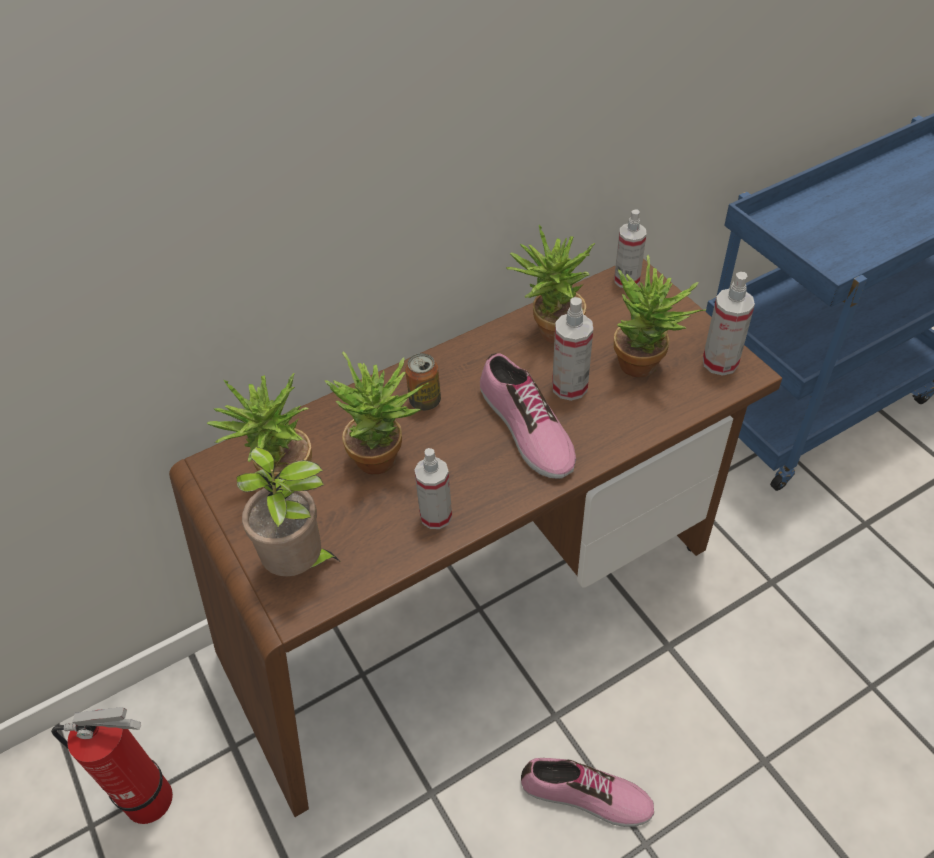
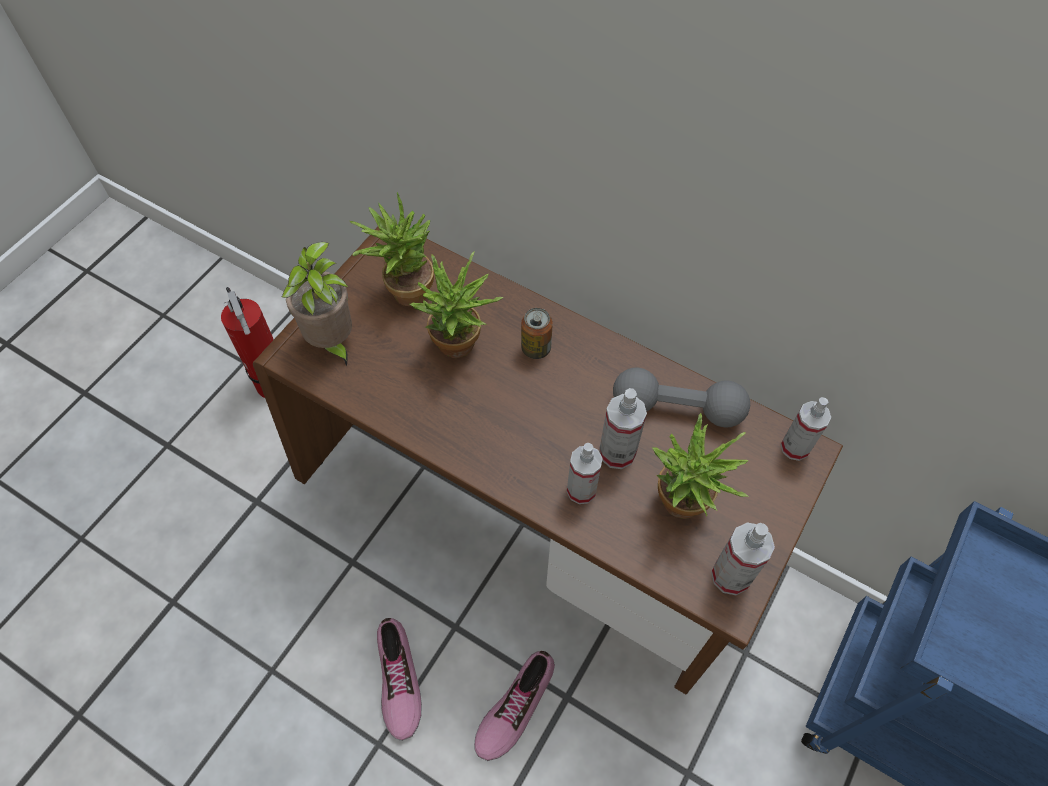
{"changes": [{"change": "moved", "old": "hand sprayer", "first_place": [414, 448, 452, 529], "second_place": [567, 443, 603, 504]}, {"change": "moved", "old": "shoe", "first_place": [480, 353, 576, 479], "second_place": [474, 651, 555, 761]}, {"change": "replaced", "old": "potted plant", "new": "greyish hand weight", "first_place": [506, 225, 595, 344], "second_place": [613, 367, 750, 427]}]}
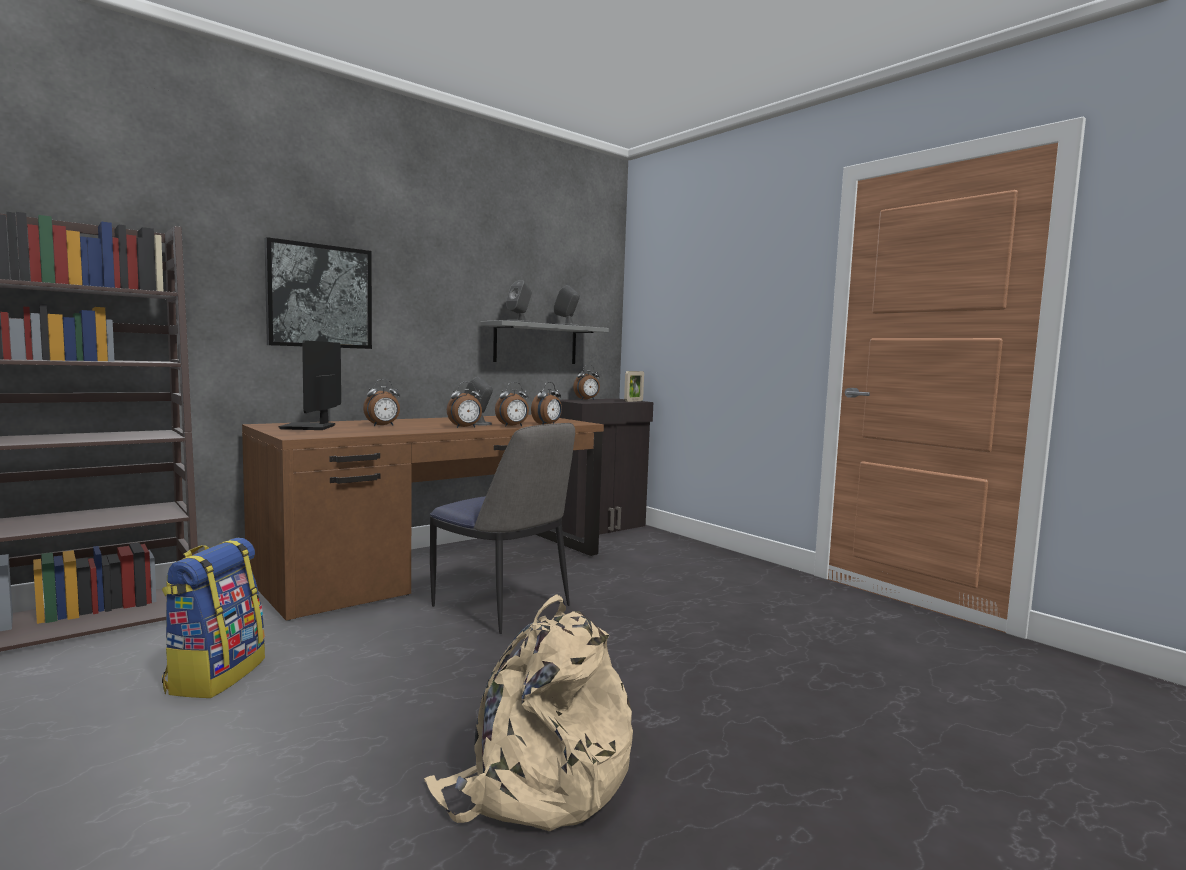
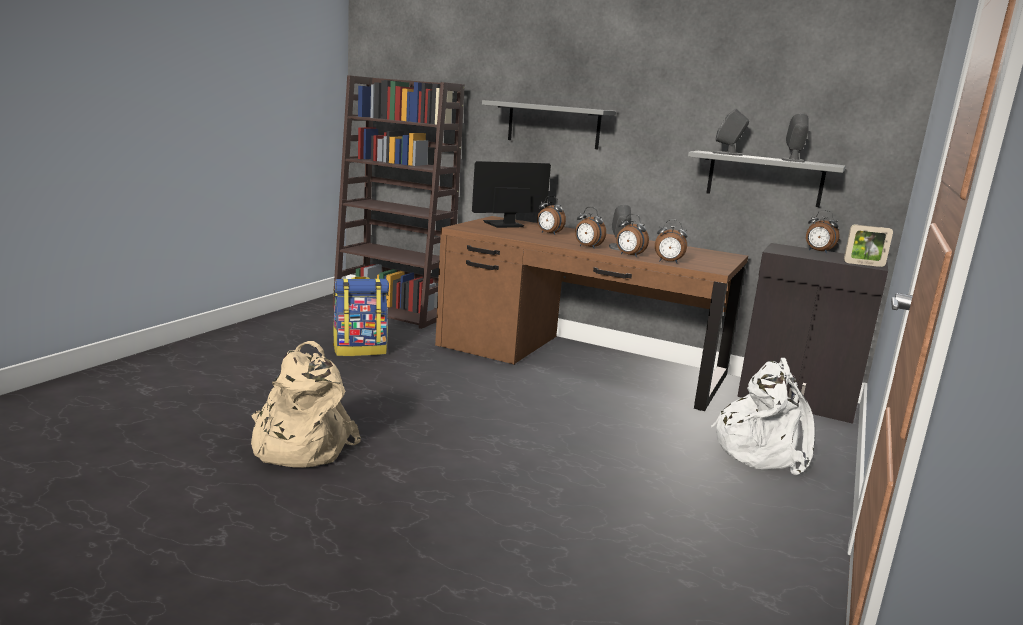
{"changes": [{"change": "replaced", "old": "wall art", "new": "greyish wall shelf", "first_place": [265, 237, 372, 349], "second_place": [482, 100, 616, 149]}, {"change": "removed", "old": "upright chair", "first_place": [430, 423, 575, 634]}, {"change": "added", "new": "whitish knapsack", "second_place": [711, 358, 815, 475]}]}
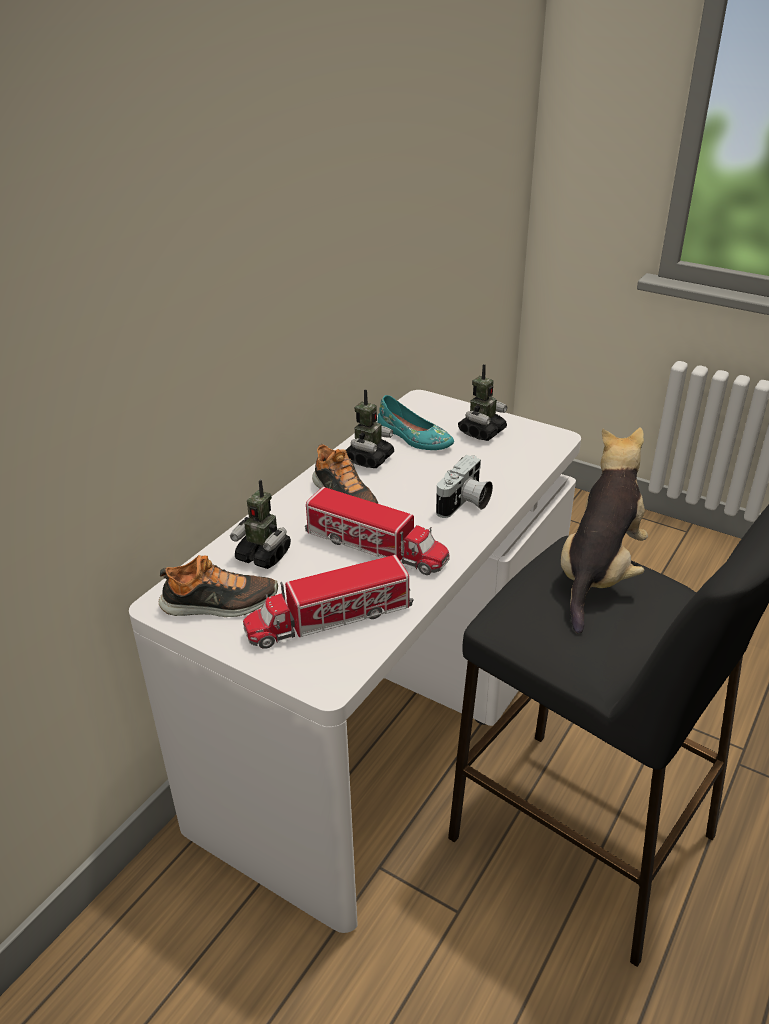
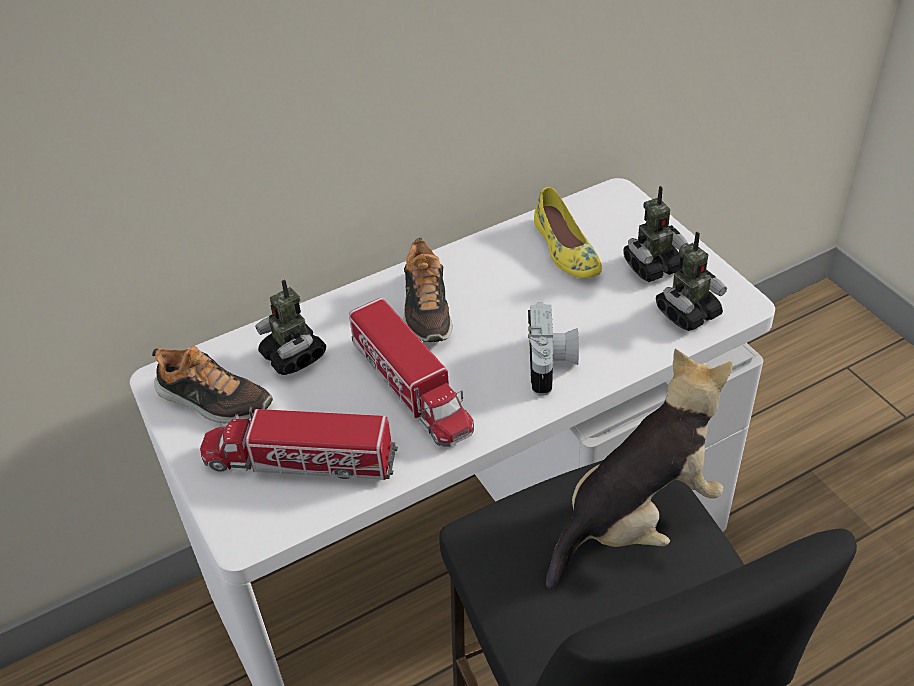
{"changes": [{"change": "moved", "old": "model robot", "first_place": [346, 389, 394, 468], "second_place": [656, 232, 727, 331]}, {"change": "recoloured", "old": "turquoise-coloured shoe", "new": "yellowish shoe", "first_place": [377, 395, 454, 450], "second_place": [534, 187, 602, 278]}, {"change": "turned", "old": "still camera", "first_place": [436, 455, 493, 518], "second_place": [528, 302, 579, 396], "degrees": -60}]}
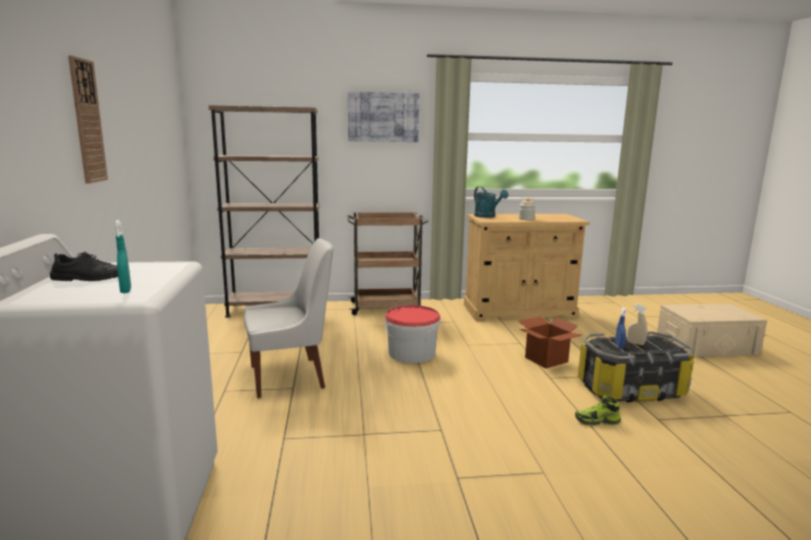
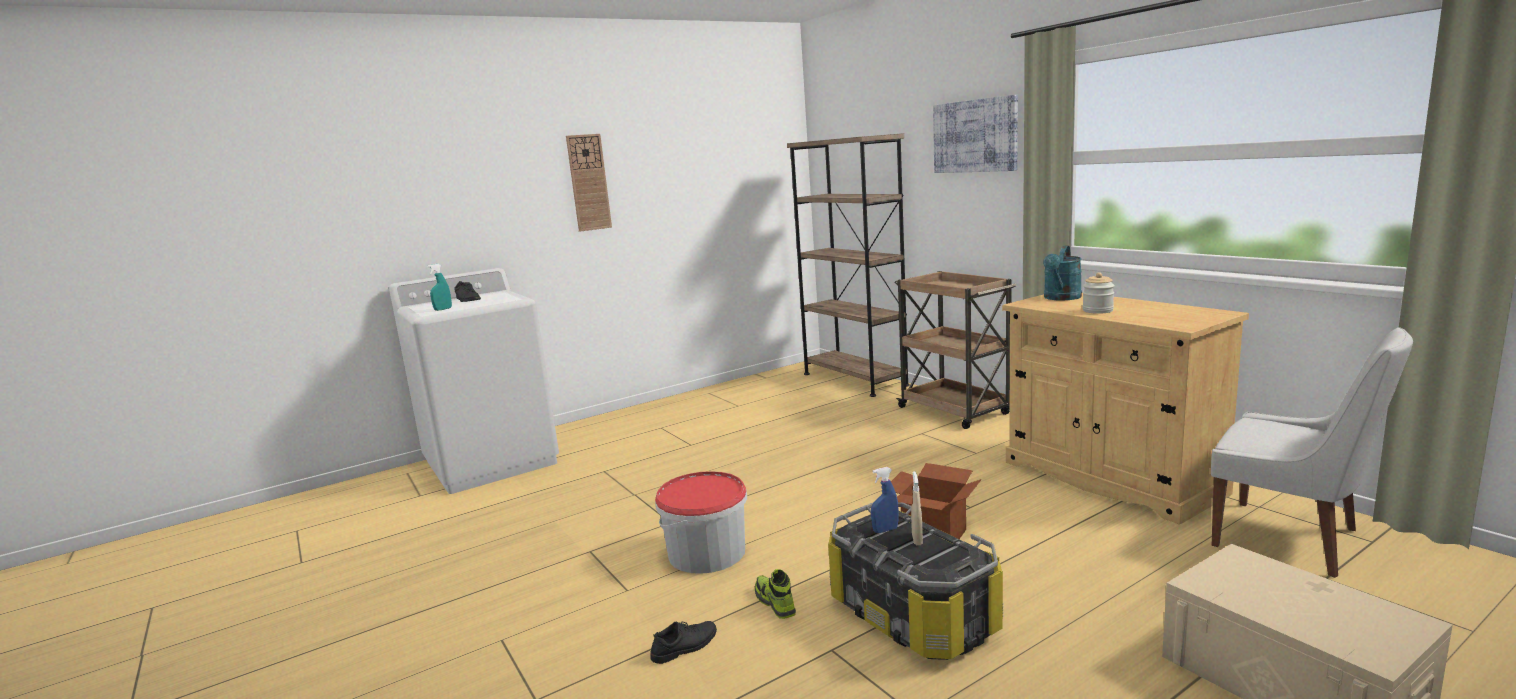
{"changes": [{"change": "moved", "old": "whitish upright chair", "first_place": [244, 238, 333, 398], "second_place": [1211, 327, 1413, 578]}, {"change": "moved", "old": "pail", "first_place": [385, 305, 441, 363], "second_place": [655, 471, 747, 574]}, {"change": "added", "new": "blackish shoe", "second_place": [650, 621, 717, 664]}]}
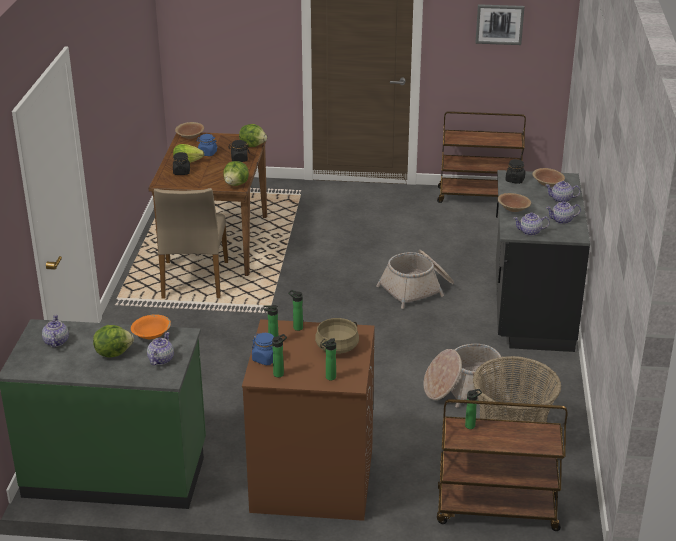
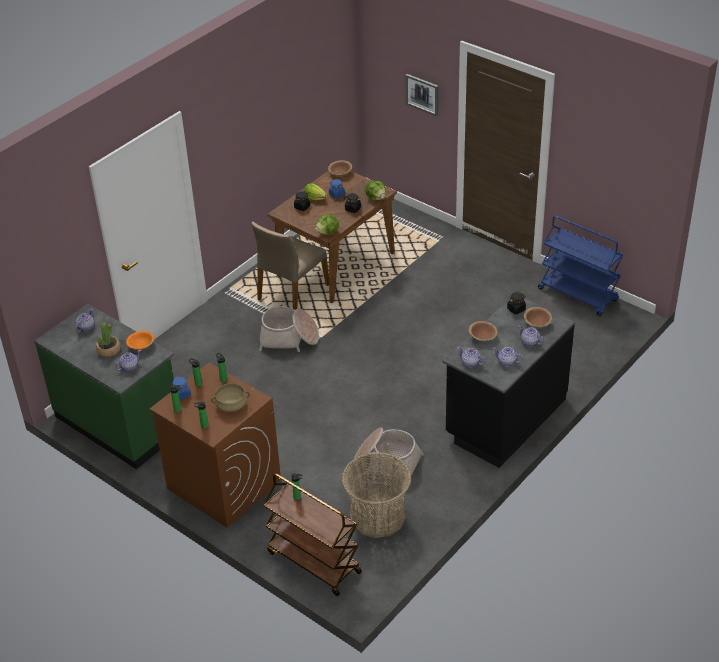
{"changes": [{"change": "replaced", "old": "lettuce head", "new": "potted plant", "first_place": [93, 325, 134, 358], "second_place": [96, 323, 120, 357]}, {"change": "moved", "old": "household basket", "first_place": [377, 250, 454, 309], "second_place": [259, 306, 319, 352]}, {"change": "recoloured", "old": "brown wheeled cart", "new": "blue-coloured wheeled cart", "first_place": [437, 111, 526, 203], "second_place": [538, 216, 623, 316]}, {"change": "moved", "old": "wall art", "first_place": [476, 4, 524, 45], "second_place": [406, 74, 439, 116]}]}
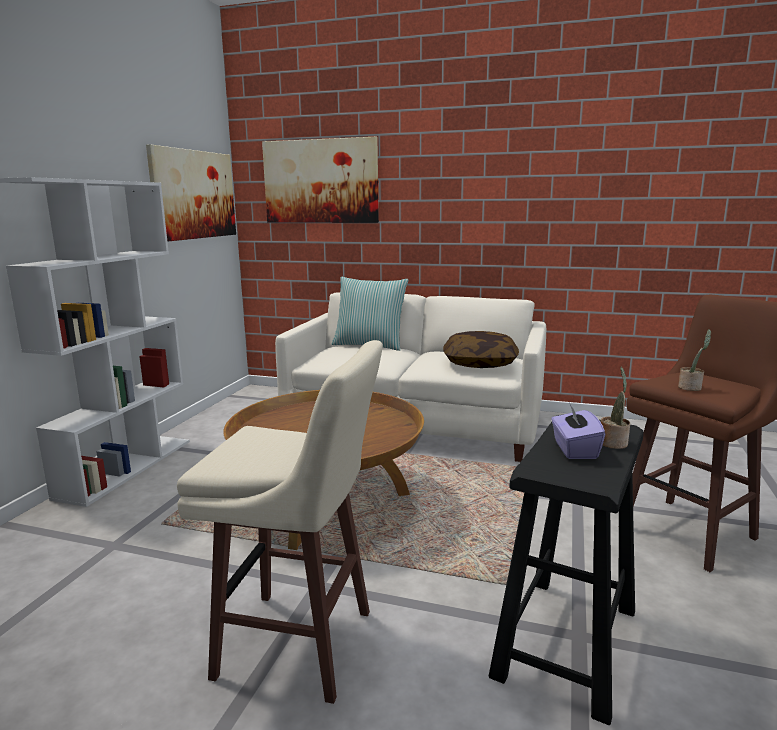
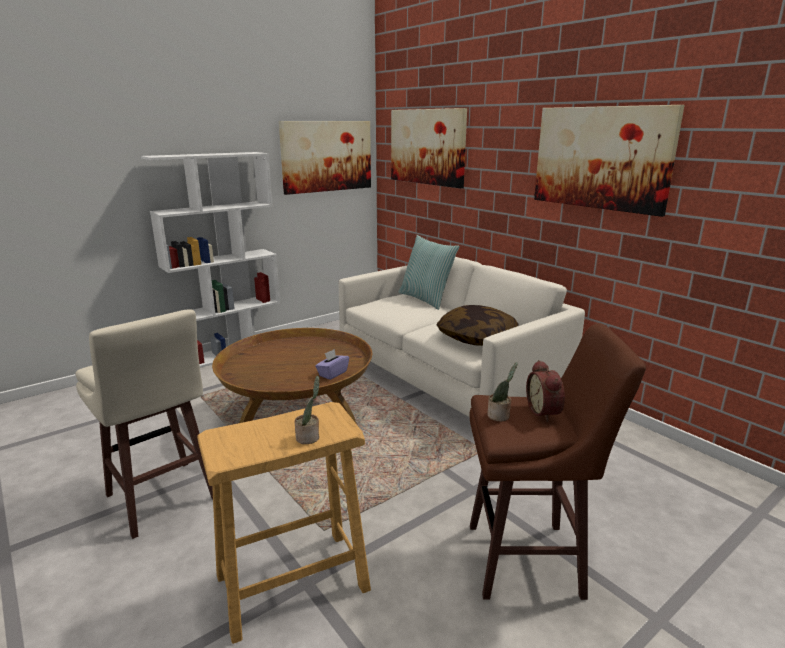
{"changes": [{"change": "recoloured", "old": "blackish sitting stool", "new": "sand-coloured sitting stool", "first_place": [488, 415, 644, 725], "second_place": [197, 402, 371, 644]}, {"change": "moved", "old": "purple-coloured box of tissues", "first_place": [551, 402, 605, 459], "second_place": [315, 349, 349, 380]}, {"change": "added", "new": "alarm clock", "second_place": [526, 360, 565, 422]}, {"change": "added", "new": "wall art", "second_place": [534, 105, 684, 217]}]}
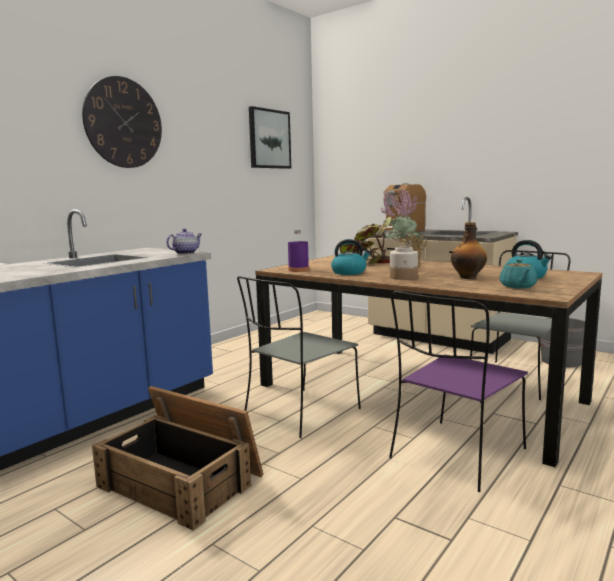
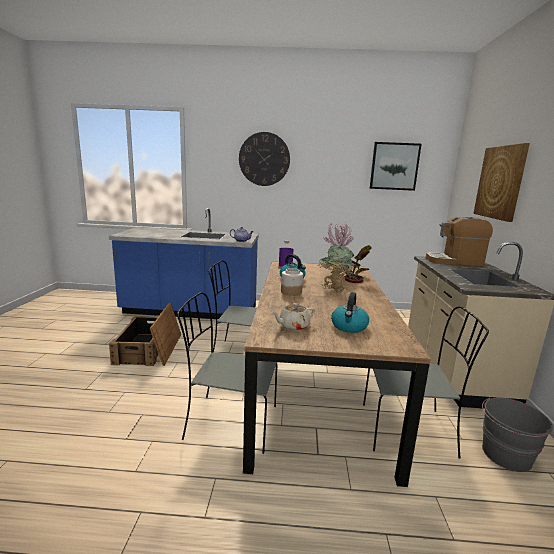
{"changes": [{"change": "recoloured", "old": "purple-coloured upright chair", "new": "greyish upright chair", "first_place": [389, 291, 528, 492], "second_place": [177, 292, 277, 454]}, {"change": "removed", "old": "bottle", "first_place": [451, 222, 487, 279]}, {"change": "recoloured", "old": "turquoise-coloured tea pot", "new": "sand-coloured tea pot", "first_place": [499, 259, 538, 289], "second_place": [271, 303, 315, 331]}, {"change": "added", "new": "wall art", "second_place": [473, 143, 530, 222]}]}
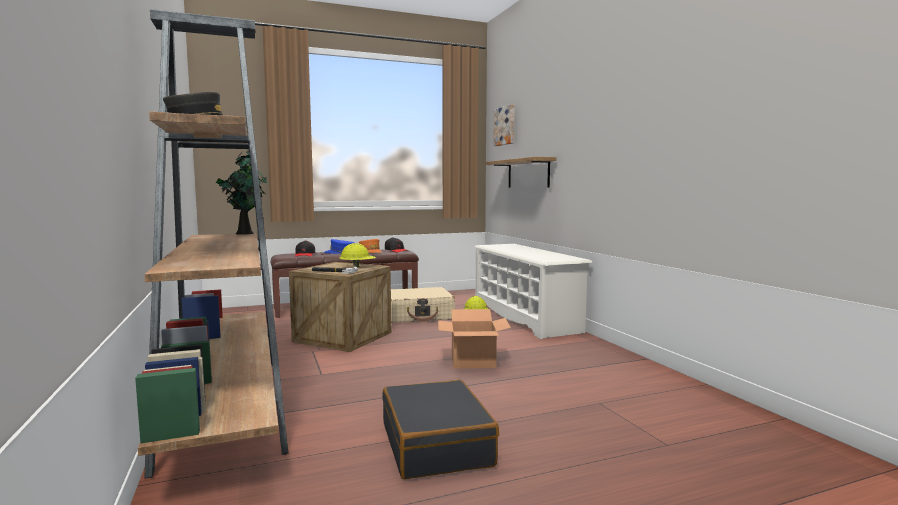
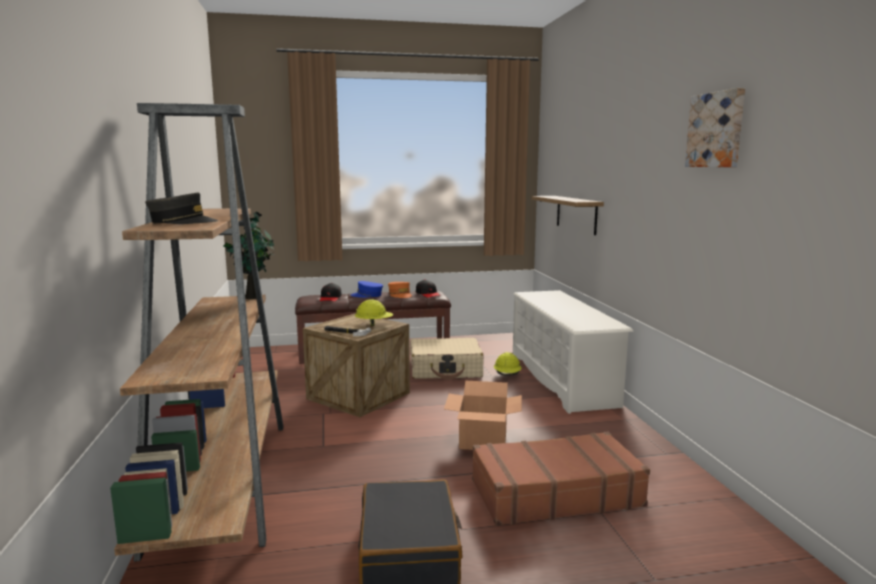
{"changes": [{"change": "moved", "old": "wall art", "first_place": [493, 104, 514, 146], "second_place": [685, 88, 745, 167]}, {"change": "added", "new": "brown piece of luggage", "second_place": [472, 432, 650, 526]}]}
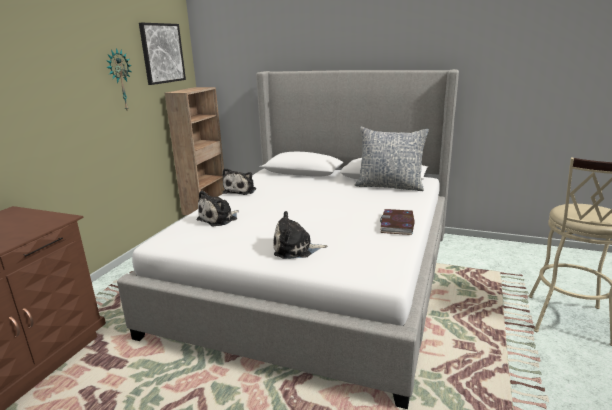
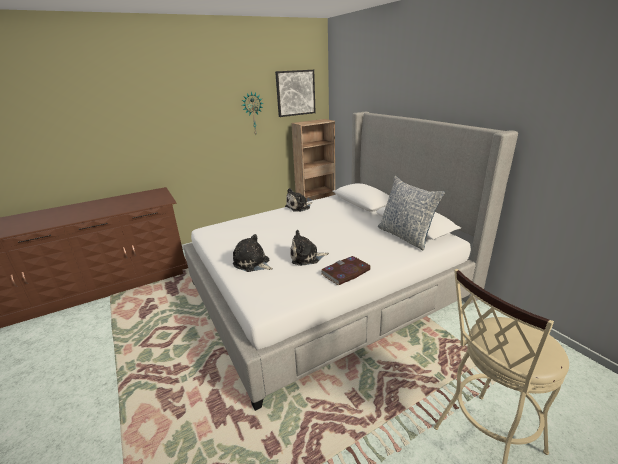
{"changes": [{"change": "moved", "old": "plush toy", "first_place": [196, 191, 239, 227], "second_place": [290, 230, 329, 266]}]}
